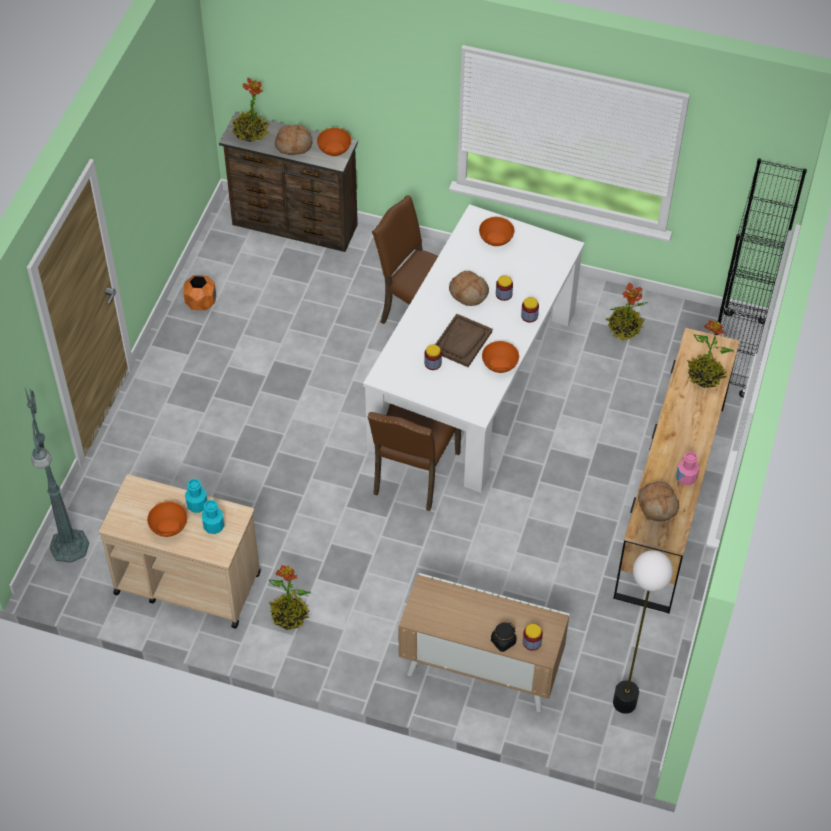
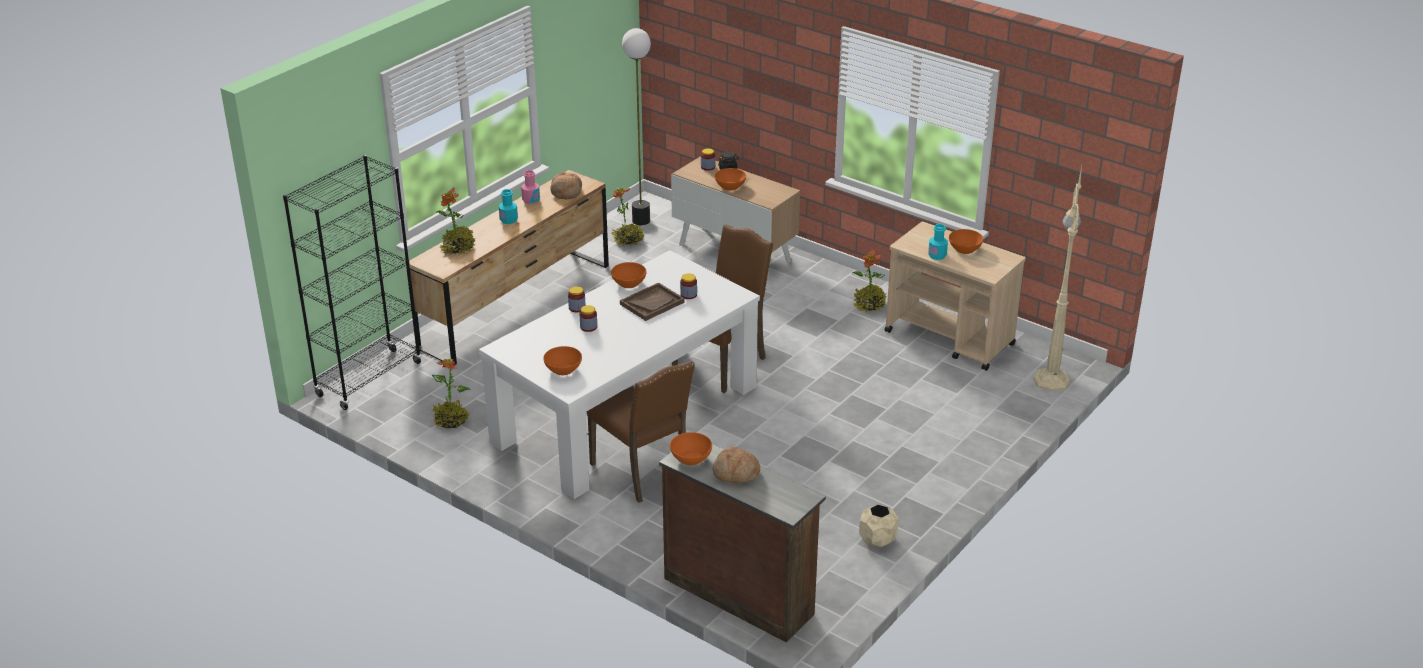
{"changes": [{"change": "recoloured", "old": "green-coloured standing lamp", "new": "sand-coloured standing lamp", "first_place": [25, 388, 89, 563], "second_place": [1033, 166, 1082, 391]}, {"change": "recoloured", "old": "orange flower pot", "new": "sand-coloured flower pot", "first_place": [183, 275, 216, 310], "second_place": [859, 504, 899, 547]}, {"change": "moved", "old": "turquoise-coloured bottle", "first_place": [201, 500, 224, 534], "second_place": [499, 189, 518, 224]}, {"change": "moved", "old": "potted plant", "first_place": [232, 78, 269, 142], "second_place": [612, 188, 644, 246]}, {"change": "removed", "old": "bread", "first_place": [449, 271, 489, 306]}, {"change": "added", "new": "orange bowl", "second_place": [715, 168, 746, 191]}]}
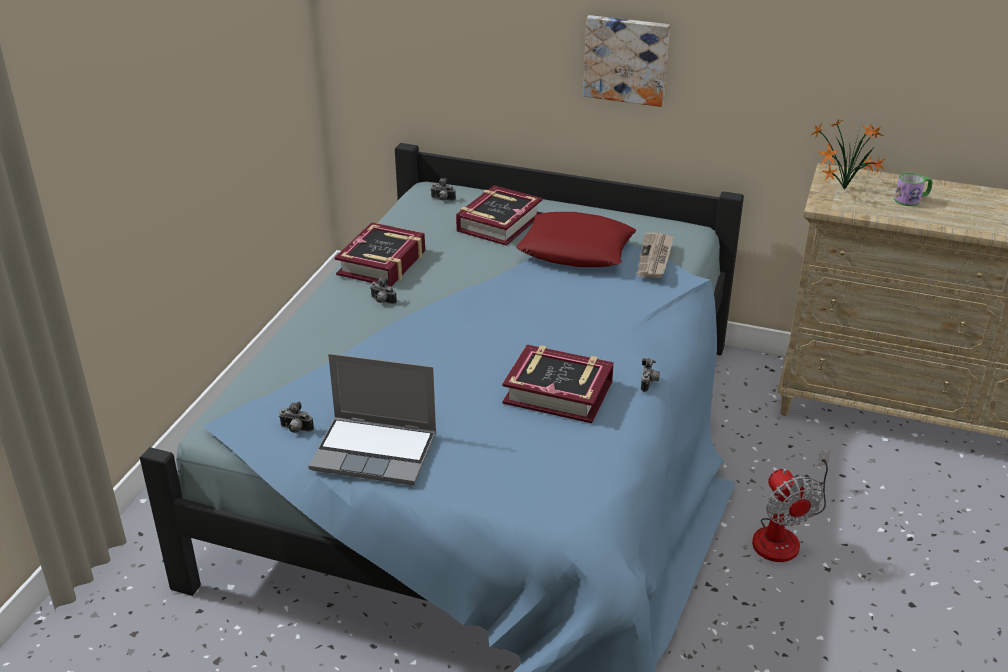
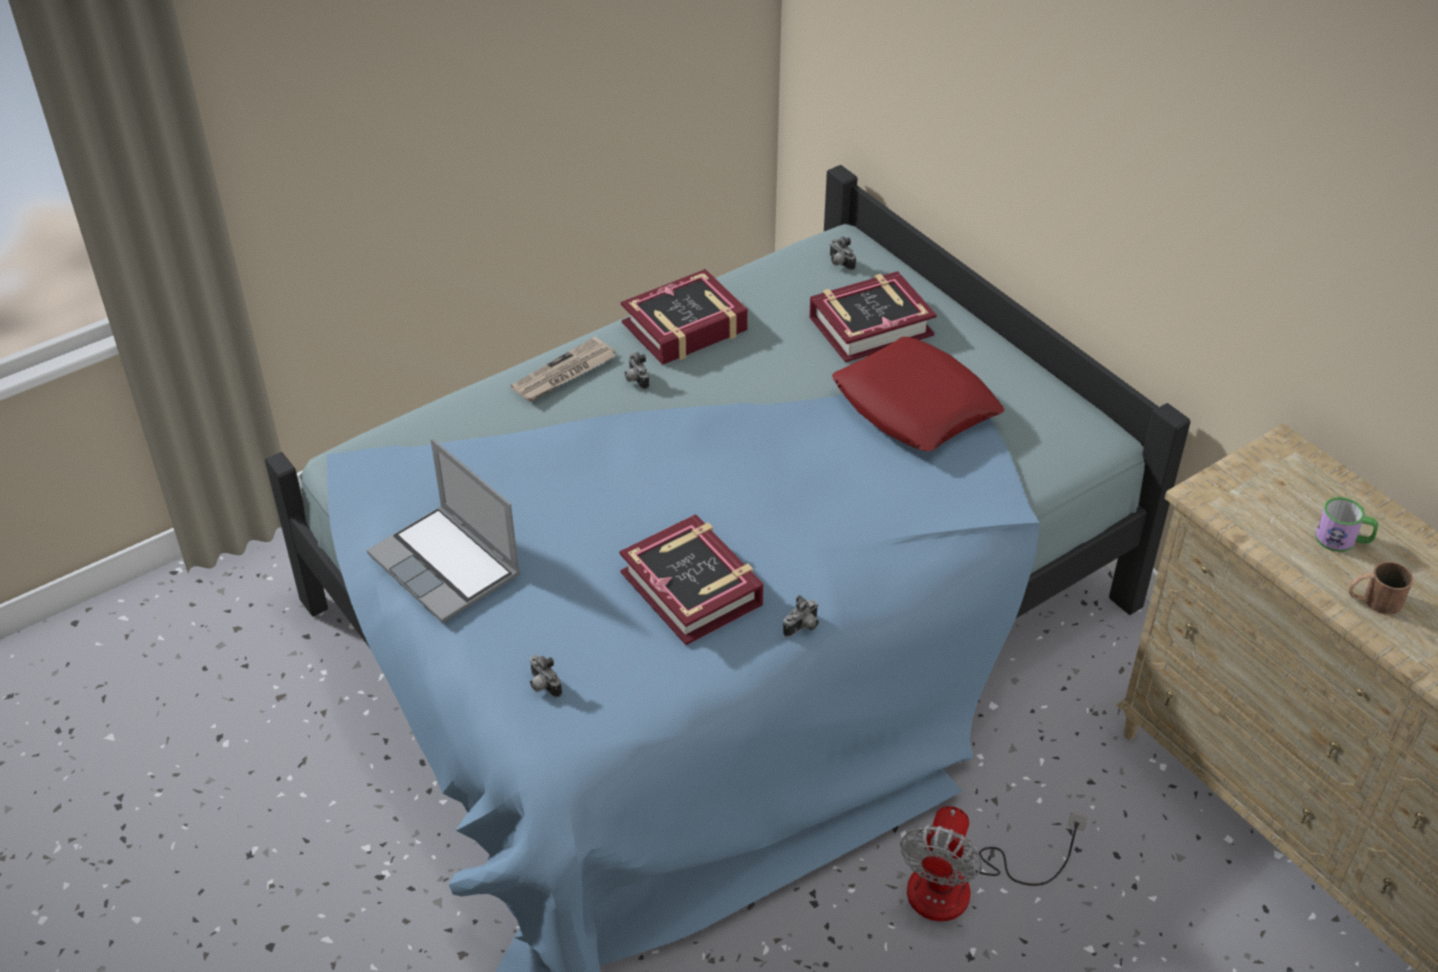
{"changes": [{"change": "moved", "old": "still camera", "first_place": [279, 402, 314, 433], "second_place": [530, 655, 562, 697]}, {"change": "removed", "old": "wall art", "first_place": [583, 15, 670, 107]}, {"change": "moved", "old": "daily paper", "first_place": [637, 233, 674, 278], "second_place": [511, 337, 616, 402]}, {"change": "removed", "old": "potted plant", "first_place": [811, 119, 886, 189]}, {"change": "added", "new": "brown coffee mug", "second_place": [1349, 562, 1413, 615]}]}
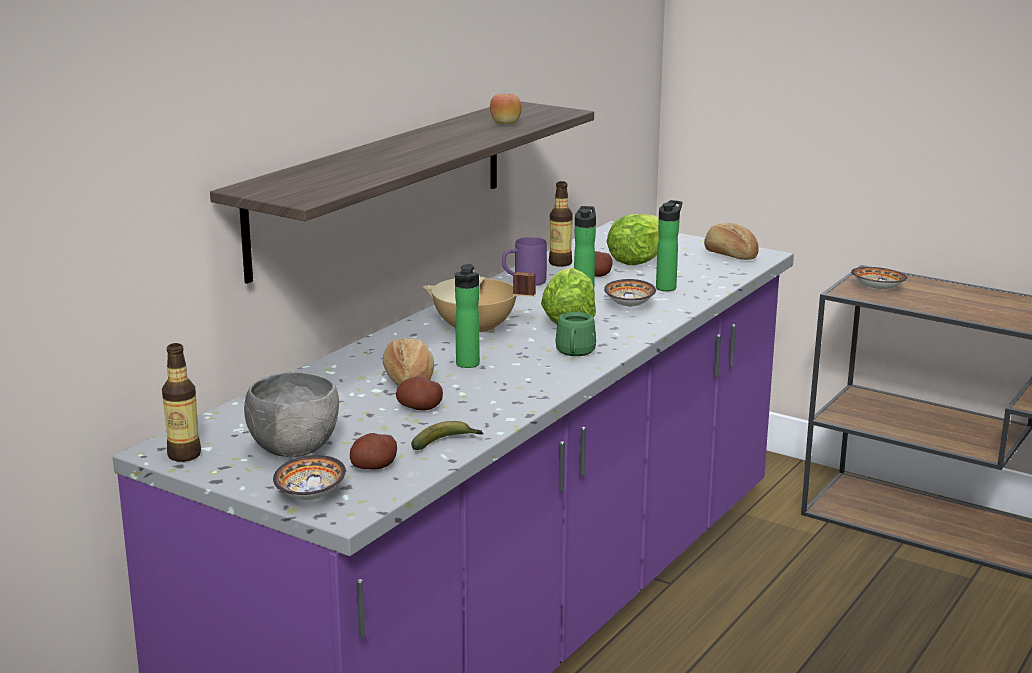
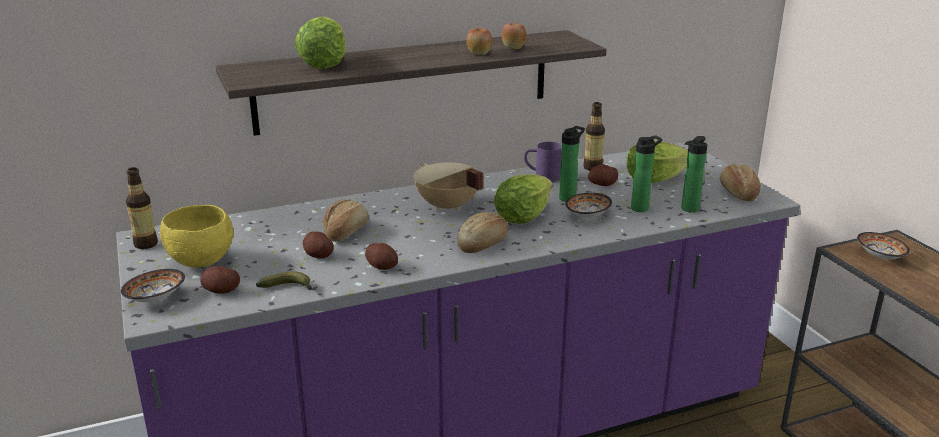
{"changes": [{"change": "recoloured", "old": "greyish bowl", "new": "yellowish bowl", "first_place": [244, 371, 339, 457], "second_place": [160, 205, 233, 268]}, {"change": "moved", "old": "bottle", "first_place": [455, 264, 480, 368], "second_place": [681, 136, 707, 213]}, {"change": "replaced", "old": "green-coloured coffee mug", "new": "bread", "first_place": [556, 312, 596, 356], "second_place": [457, 212, 508, 253]}, {"change": "added", "new": "lettuce head", "second_place": [295, 16, 346, 69]}, {"change": "added", "new": "spud", "second_place": [365, 243, 398, 270]}, {"change": "added", "new": "apple", "second_place": [466, 28, 492, 55]}]}
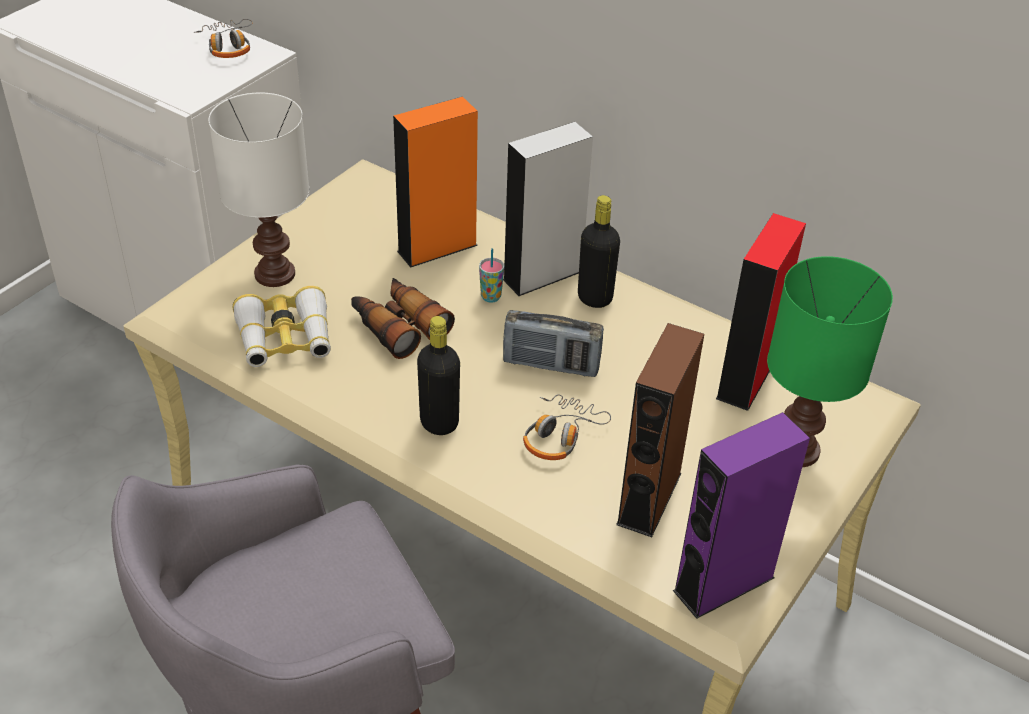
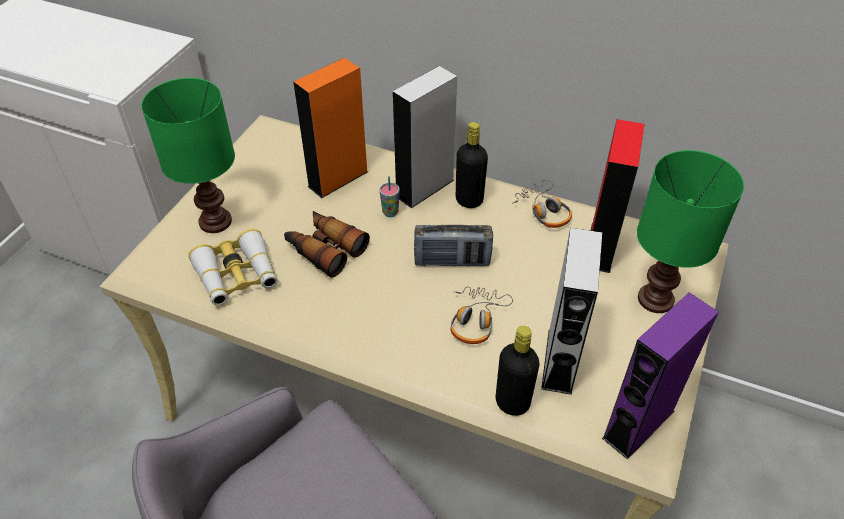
{"changes": [{"change": "moved", "old": "headset", "first_place": [193, 19, 253, 58], "second_place": [512, 180, 572, 228]}, {"change": "recoloured", "old": "whitish lamp for a table", "new": "green-coloured lamp for a table", "first_place": [209, 93, 309, 287], "second_place": [141, 78, 235, 233]}, {"change": "moved", "old": "blackish bottle", "first_place": [417, 316, 460, 435], "second_place": [495, 326, 540, 416]}, {"change": "recoloured", "old": "brown loudspeaker", "new": "greyish loudspeaker", "first_place": [616, 323, 704, 537], "second_place": [541, 228, 602, 395]}]}
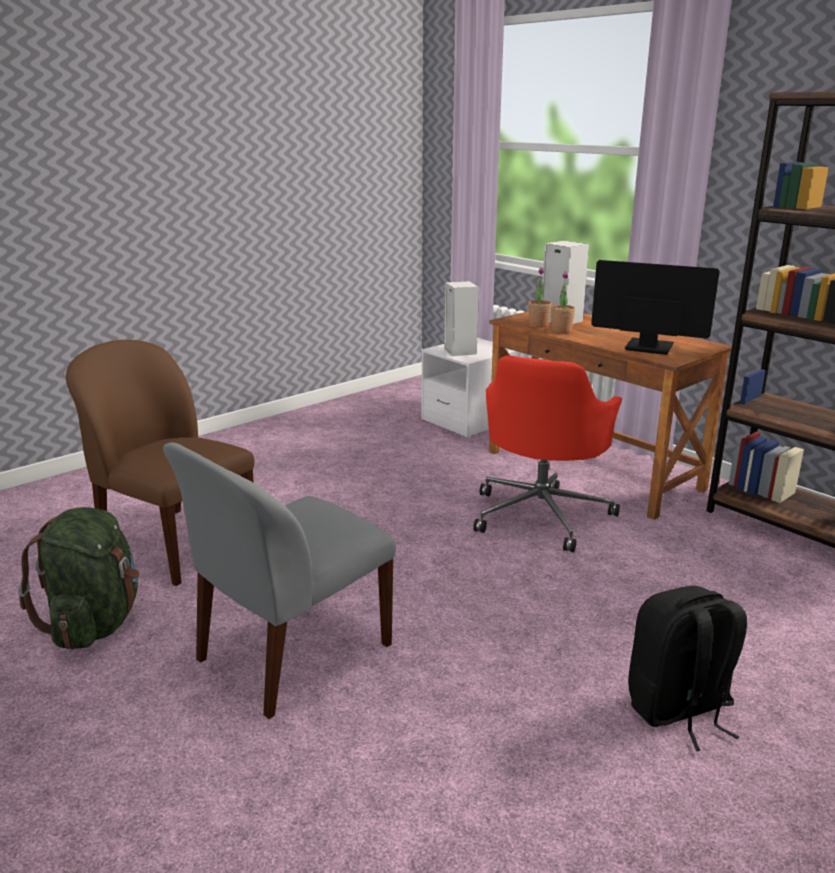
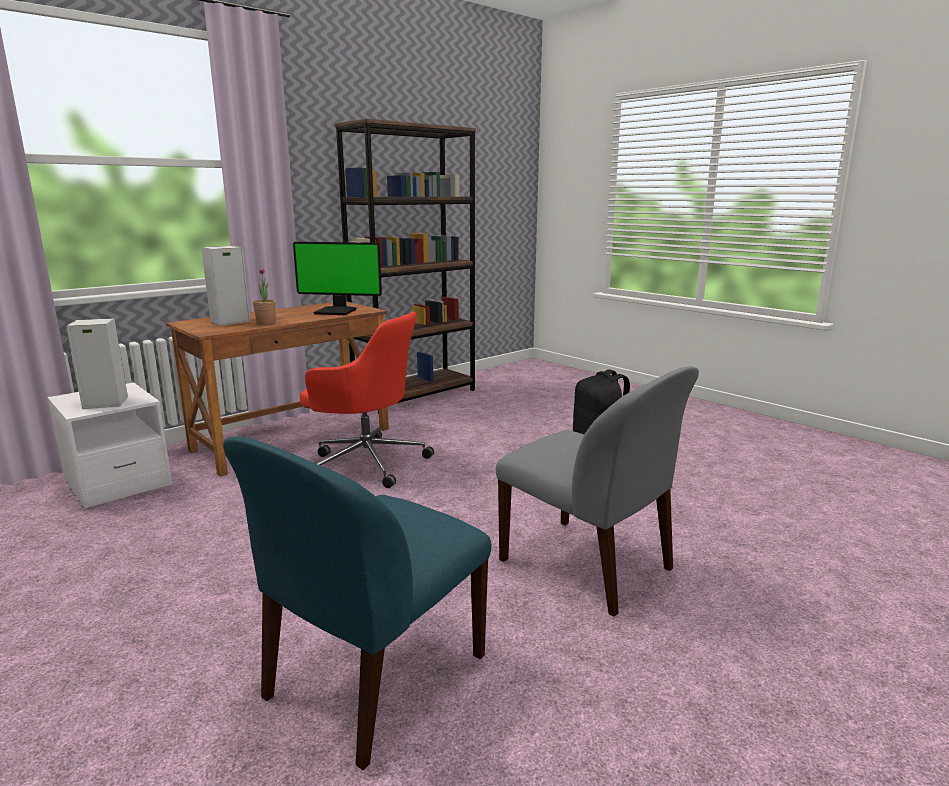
{"changes": [{"change": "removed", "old": "green-coloured knapsack", "first_place": [18, 507, 140, 650]}, {"change": "recoloured", "old": "brown upright chair", "new": "blue-coloured upright chair", "first_place": [66, 340, 255, 586], "second_place": [223, 437, 492, 770]}, {"change": "removed", "old": "potted plant", "first_place": [528, 267, 552, 328]}, {"change": "turned", "old": "computer screen", "first_place": [591, 260, 720, 355], "second_place": [293, 242, 382, 315], "degrees": -105}]}
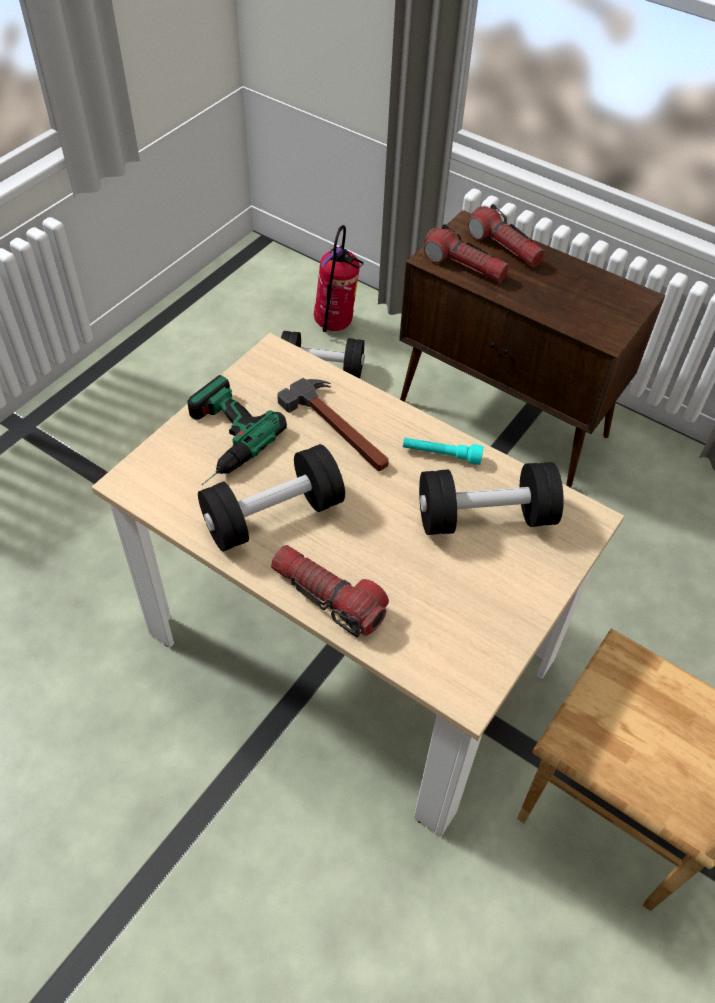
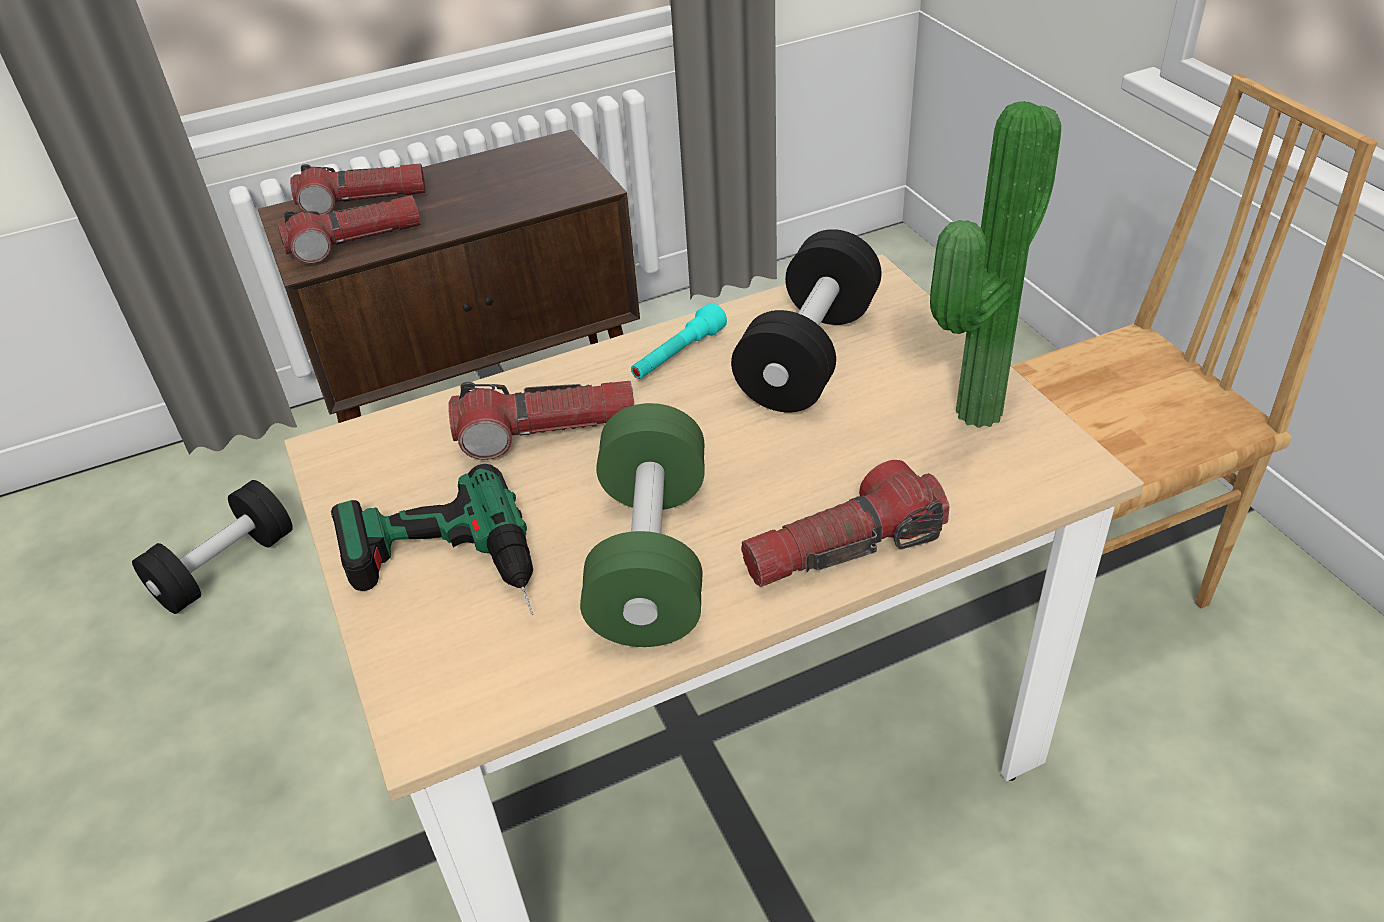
{"changes": [{"change": "recoloured", "old": "blackish hand weight", "new": "green-coloured hand weight", "first_place": [198, 444, 345, 552], "second_place": [580, 403, 704, 647]}, {"change": "replaced", "old": "hammer", "new": "torch", "first_place": [277, 378, 389, 471], "second_place": [448, 381, 635, 460]}, {"change": "removed", "old": "extinguisher", "first_place": [314, 225, 364, 332]}, {"change": "added", "new": "potted plant", "second_place": [930, 101, 1061, 428]}]}
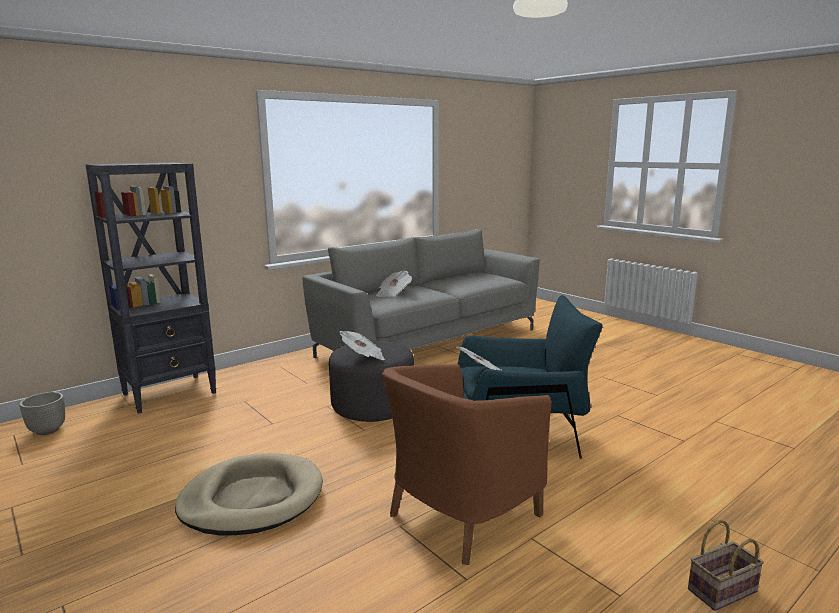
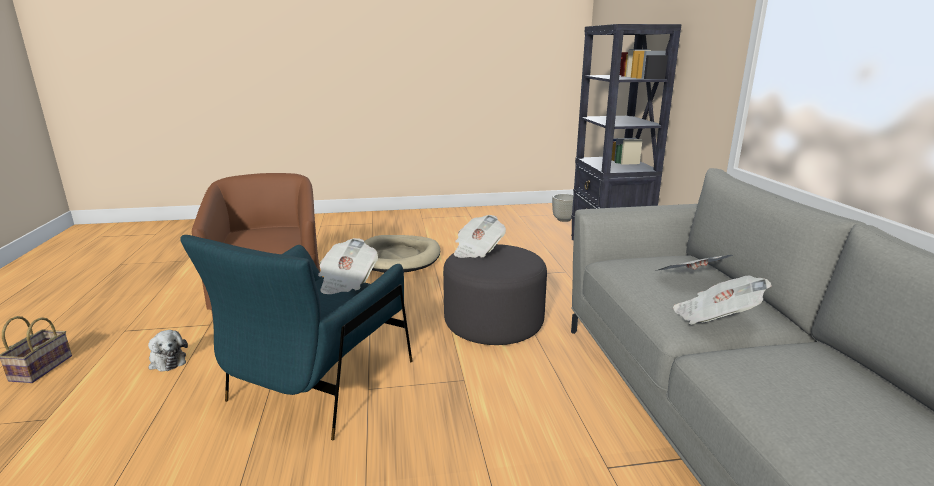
{"changes": [{"change": "added", "new": "plush toy", "second_place": [148, 330, 188, 372]}, {"change": "added", "new": "daily paper", "second_place": [673, 275, 772, 325]}]}
